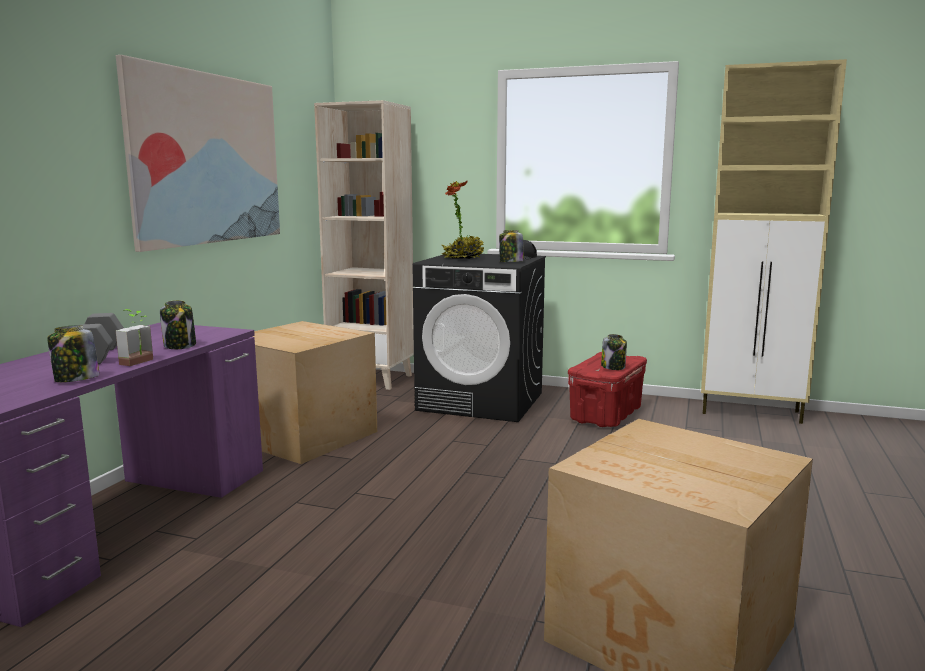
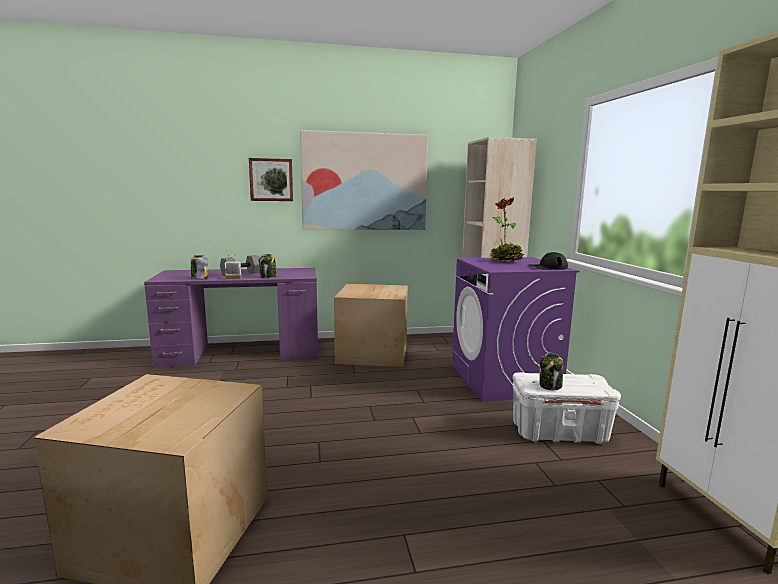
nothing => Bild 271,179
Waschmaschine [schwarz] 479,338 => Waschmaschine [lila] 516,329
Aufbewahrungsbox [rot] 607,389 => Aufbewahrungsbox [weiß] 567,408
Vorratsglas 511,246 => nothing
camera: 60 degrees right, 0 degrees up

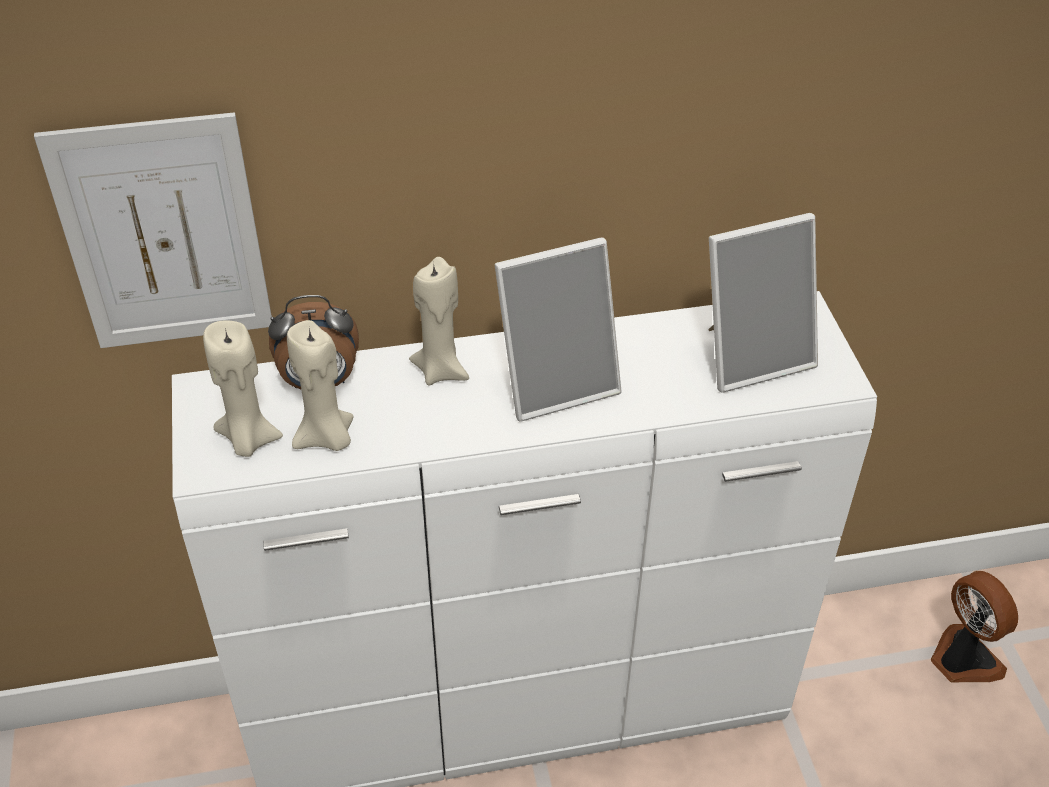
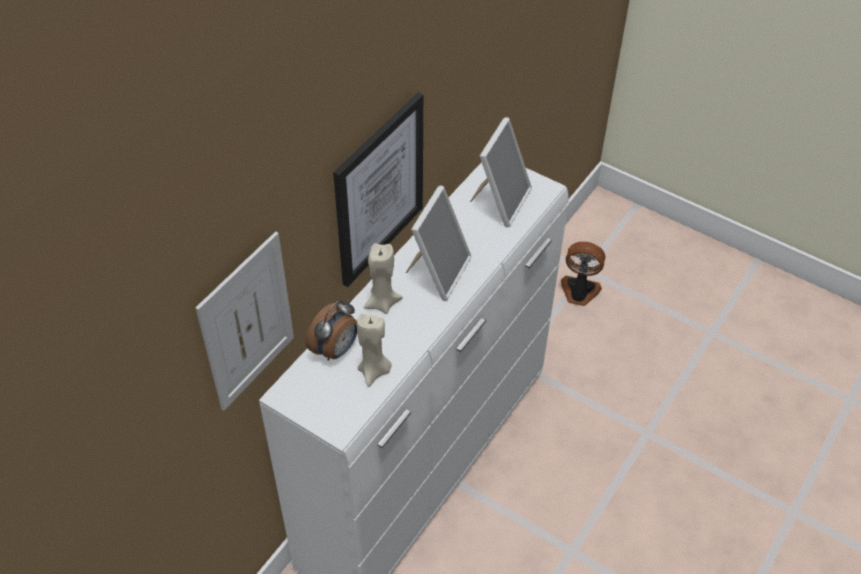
nothing => Bild 378,189
Kerze [beige] 243,388 => nothing
camera: 45 degrees left, 5 degrees up

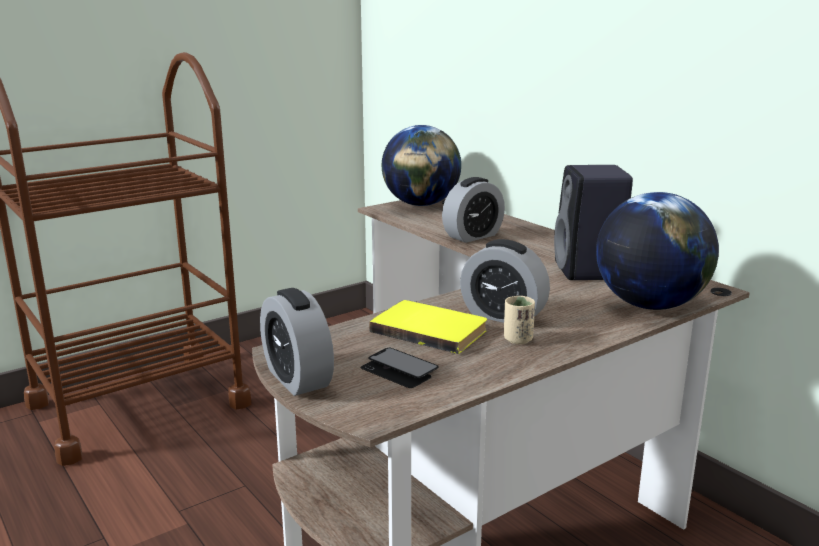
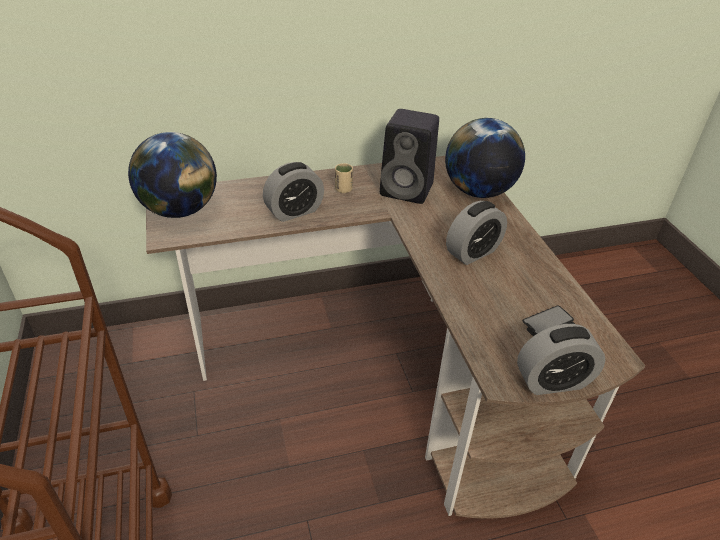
Wecker 473,210 => Wecker 293,192, 75 degrees clockwise
Tasse [beige] 519,320 => Tasse [beige] 344,178, relocated
Buch [gelb] 428,327 => nothing
camera: 70 degrees left, 20 degrees up

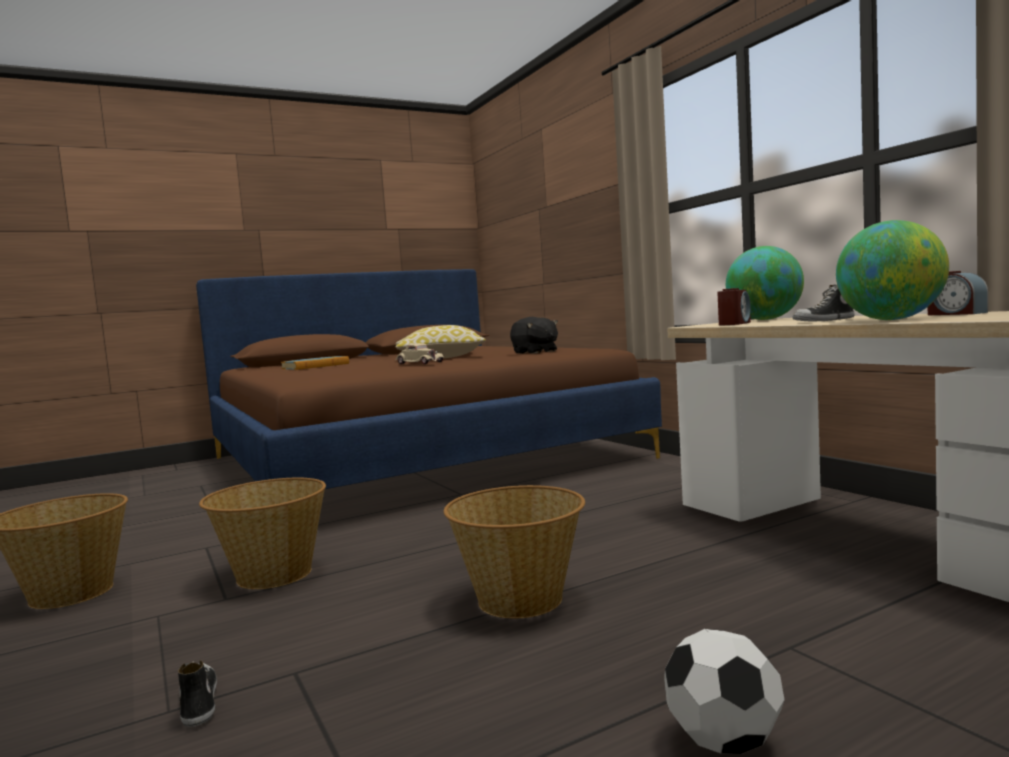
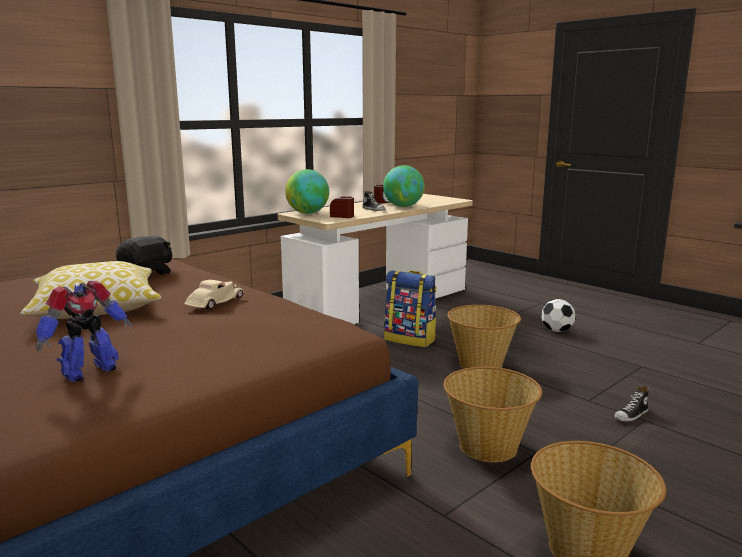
Buch 315,363 => Spielzeugroboter 84,331
nothing => Rucksack 410,308
camera: 105 degrees left, 10 degrees up

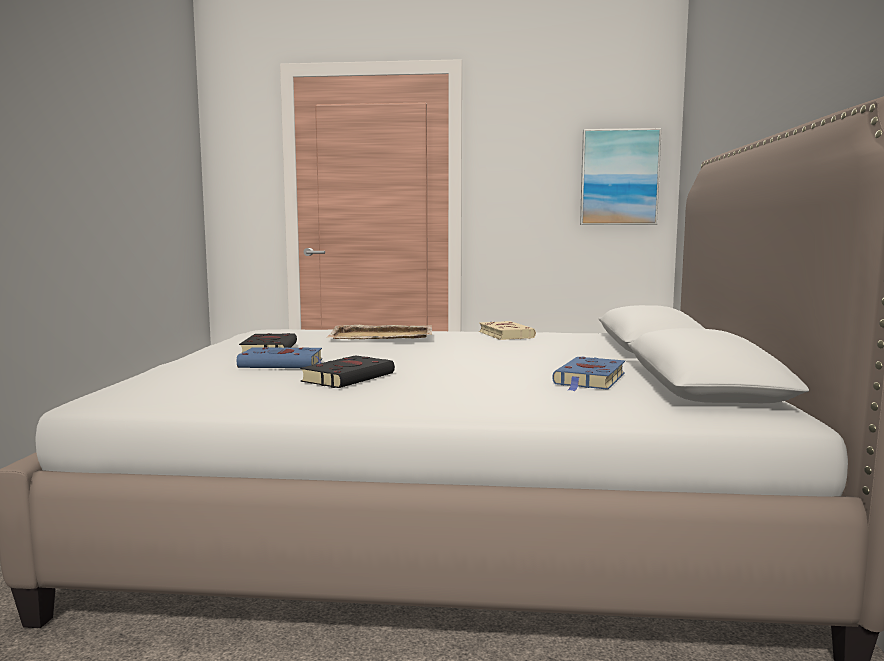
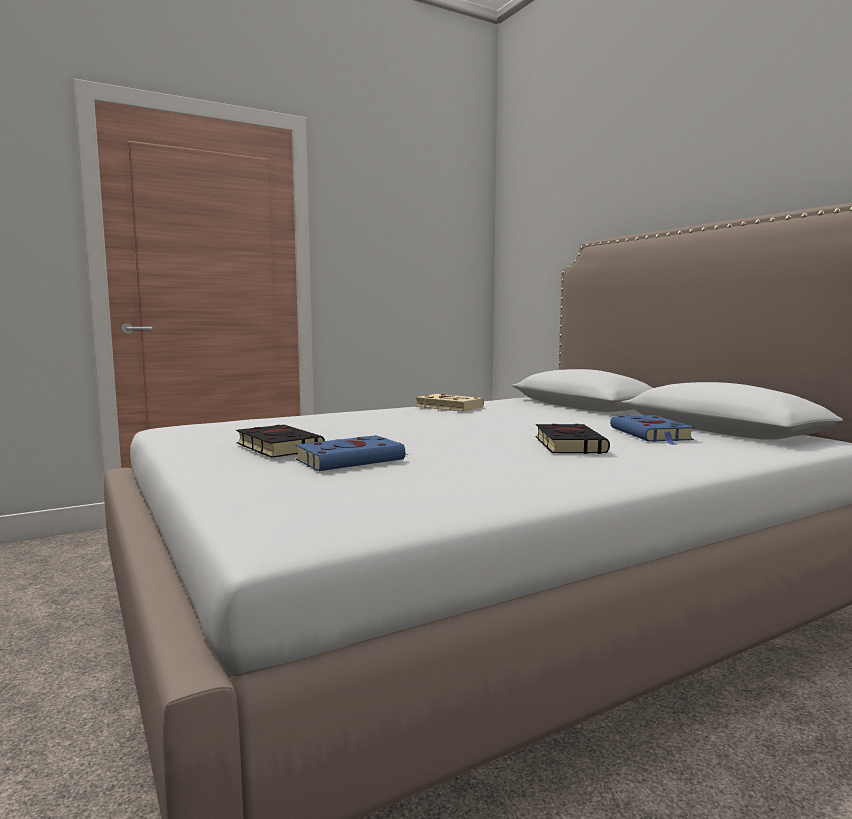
Buch [schwarz] 347,371 => Buch [schwarz] 572,439, relocated
Tablett [beige] 379,332 => nothing
Bild 621,176 => nothing
camera: 35 degrees left, 0 degrees up

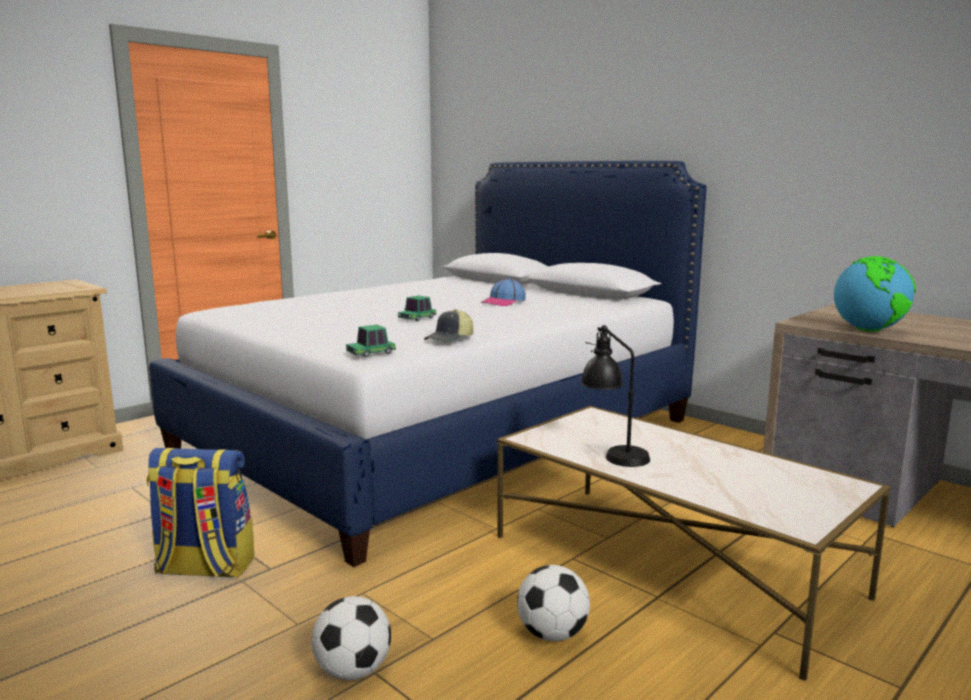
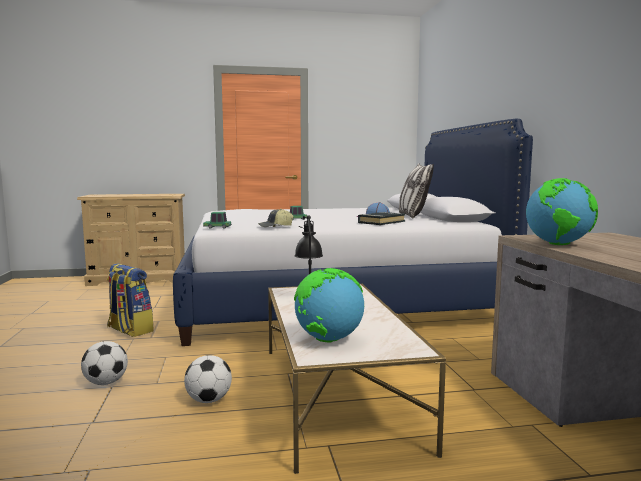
nothing => Globus 329,305
nothing => Buch [schwarz] 381,218
nothing => Kissen 416,191
camera: 35 degrees right, 5 degrees down

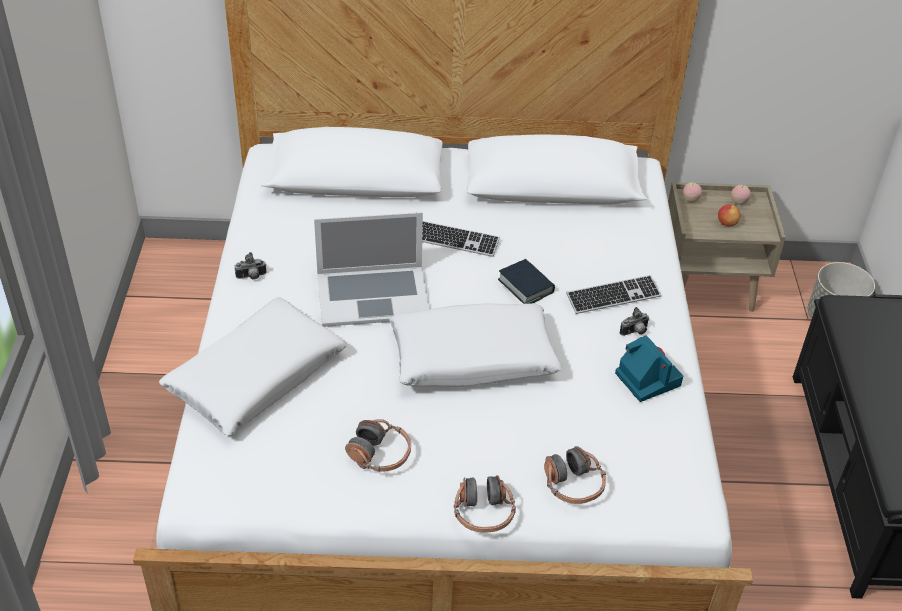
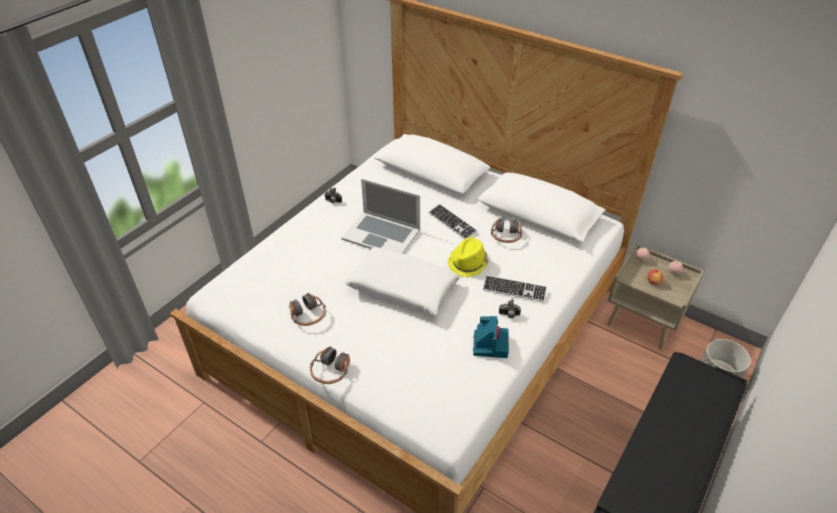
Buch 526,281 => Hut [gelb] 468,257
Kopfhörer 575,475 => Kopfhörer 506,230, relocated
Kissen [weiß] 252,366 => nothing
camera: 35 degrees right, 0 degrees up

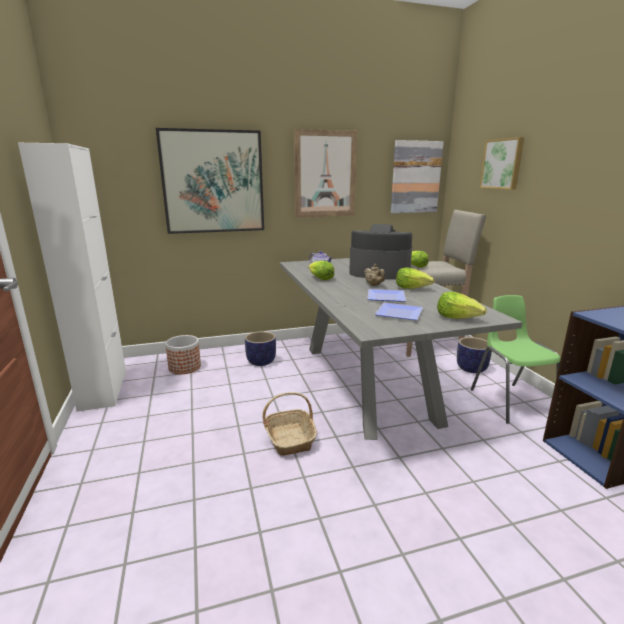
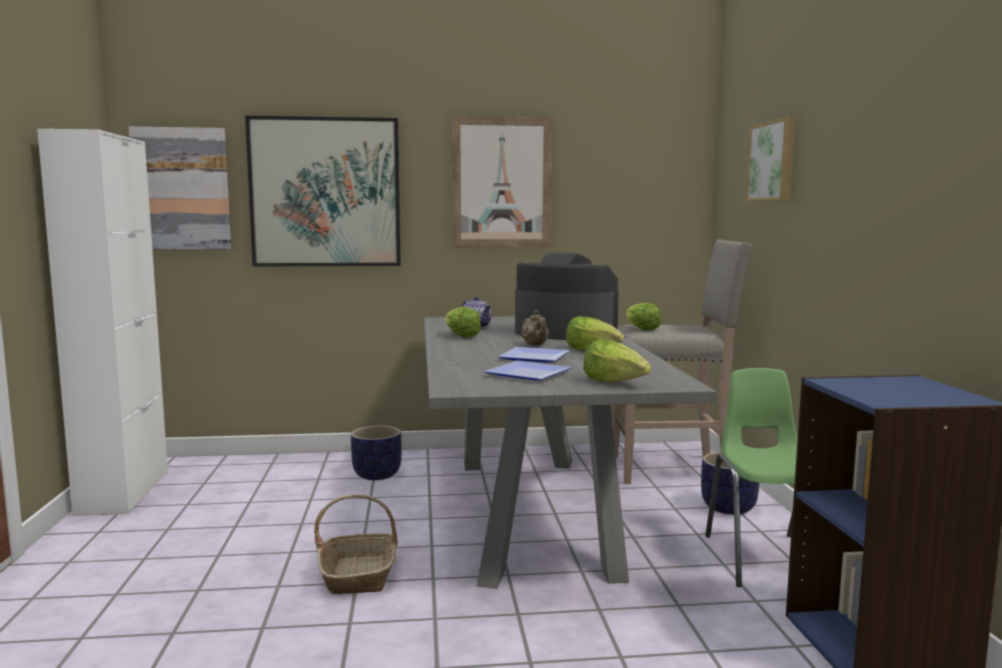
Bild 417,176 => Bild 179,188, relocated
Pflanzkübel 183,354 => nothing
camera: 10 degrees right, 10 degrees down

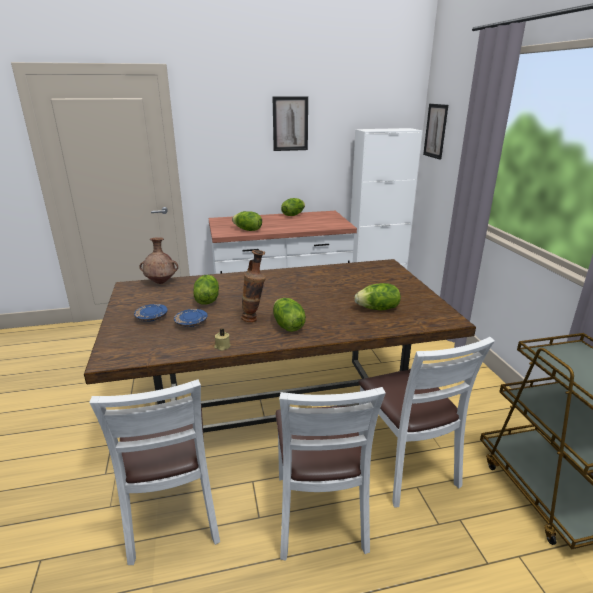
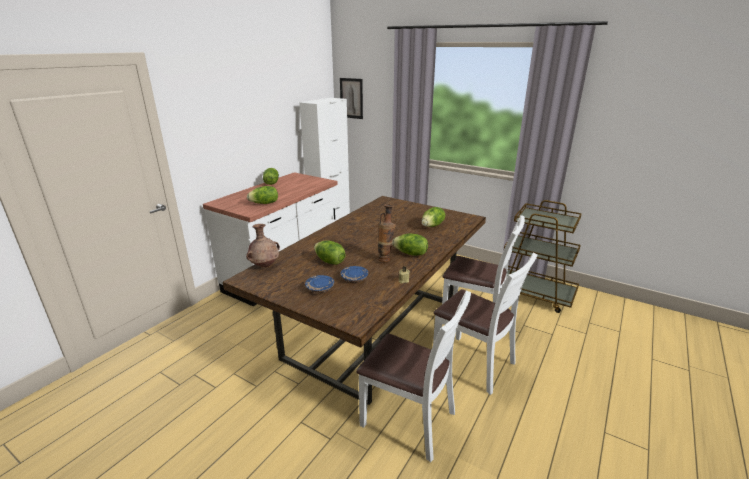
Bild 290,123 => nothing
camera: 45 degrees left, 0 degrees up

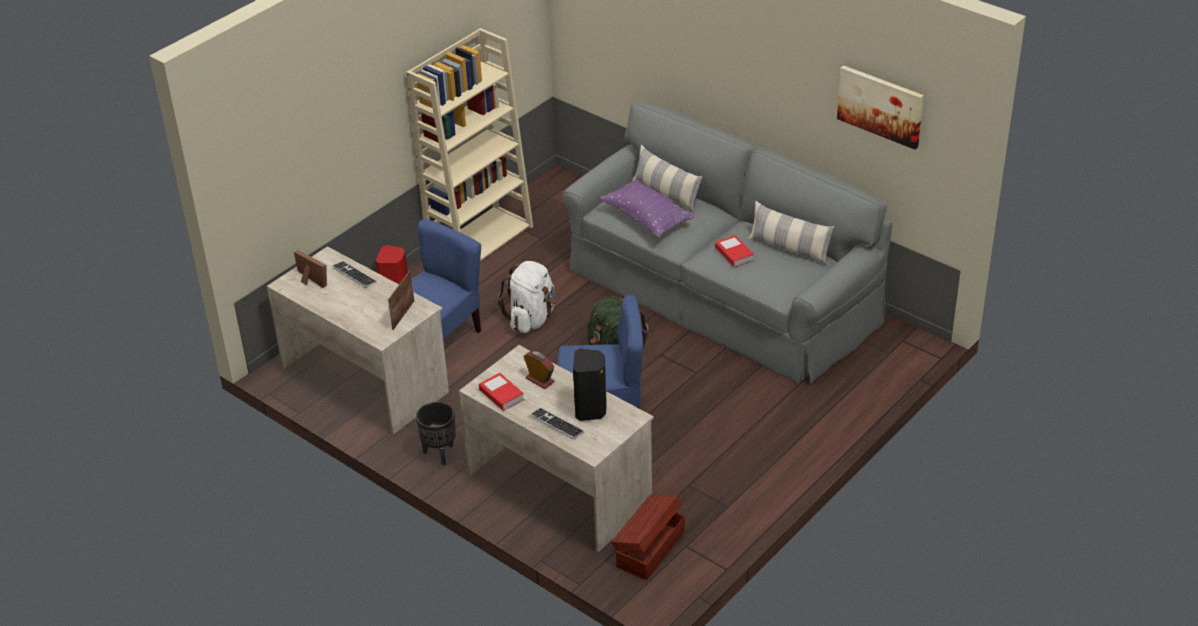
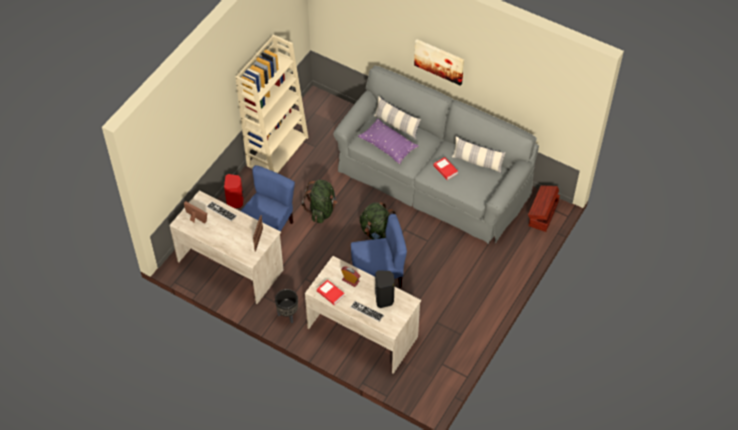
Rucksack [weiß] 526,297 => Rucksack [grün] 319,201
Bild 880,107 => Bild 439,62, relocated
Aufbewahrungsbox [braun] 648,537 => Aufbewahrungsbox [braun] 544,208, relocated
camera: 10 degrees left, 15 degrees up

